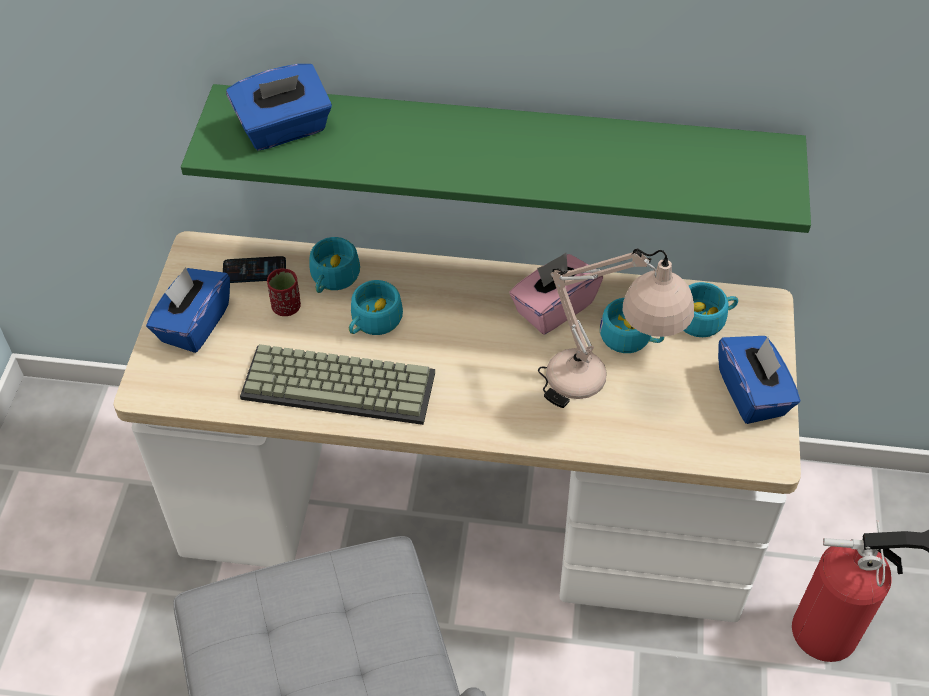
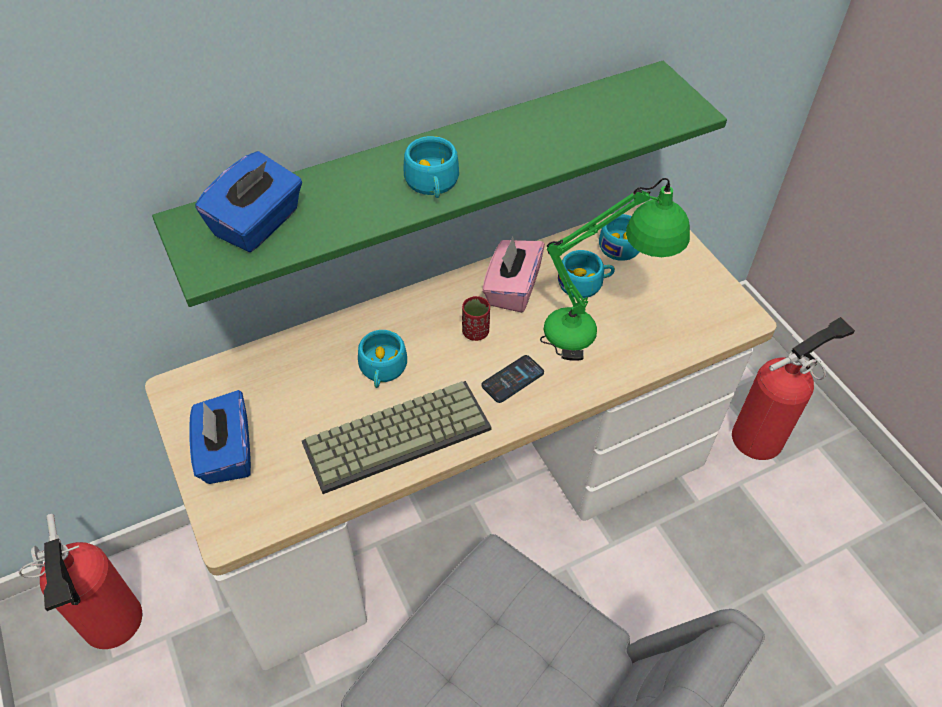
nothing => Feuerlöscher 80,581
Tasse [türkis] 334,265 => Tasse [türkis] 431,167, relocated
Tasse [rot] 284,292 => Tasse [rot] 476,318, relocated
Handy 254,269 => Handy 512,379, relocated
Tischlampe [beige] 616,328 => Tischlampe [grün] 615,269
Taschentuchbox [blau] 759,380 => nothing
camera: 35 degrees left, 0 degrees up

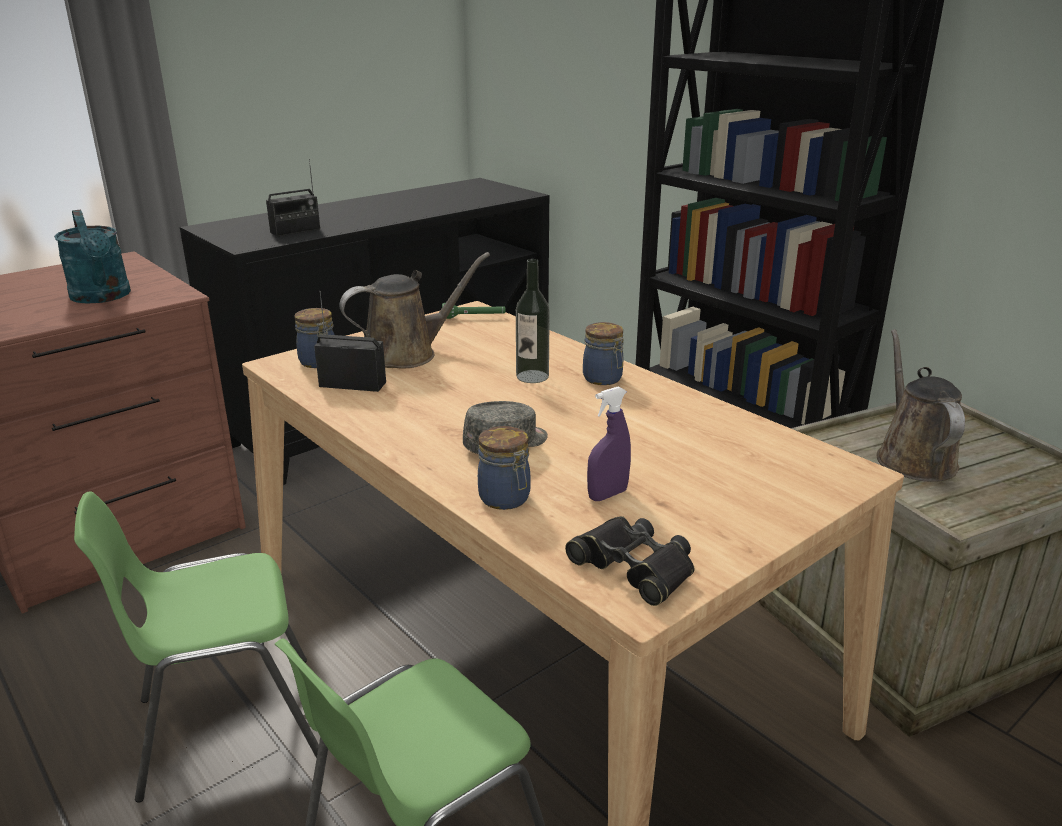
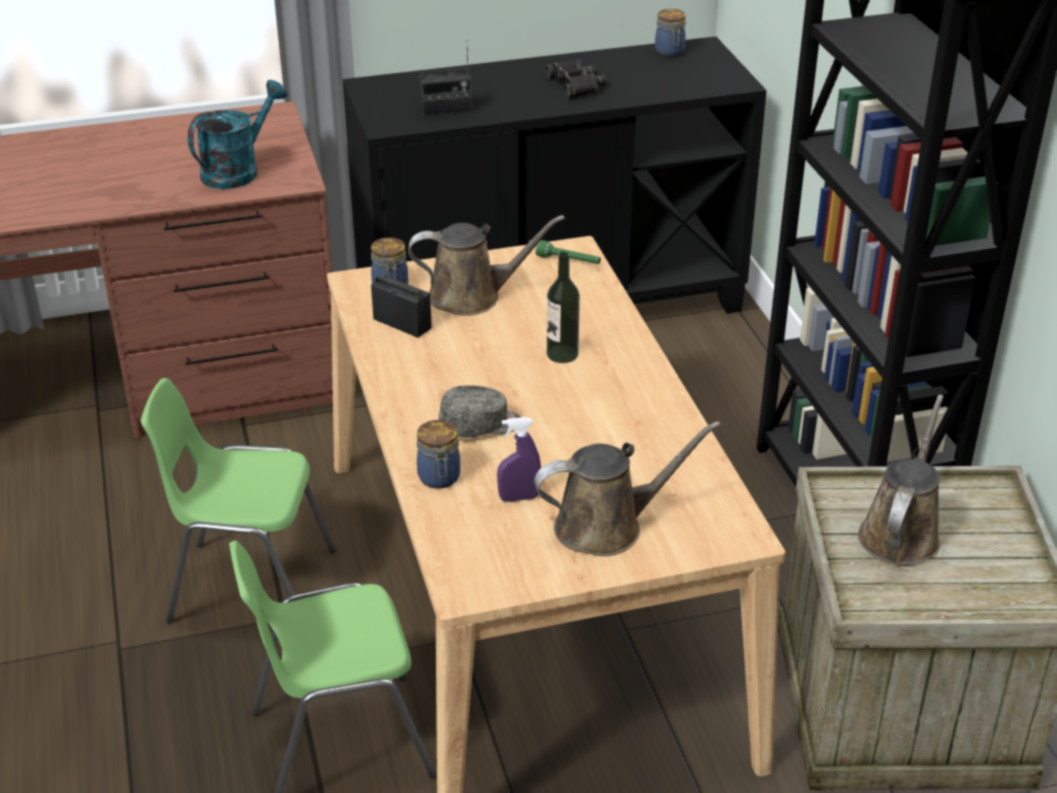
Gießkanne [türkis] 92,257 => Gießkanne [türkis] 237,134, 135 degrees counterclockwise
nothing => Gießkanne [braun] 627,488
Fernglas [schwarz] 630,561 => Fernglas [schwarz] 576,79, relocated
Vorratsglas 603,353 => Vorratsglas 670,33, relocated
camera: 25 degrees right, 10 degrees up

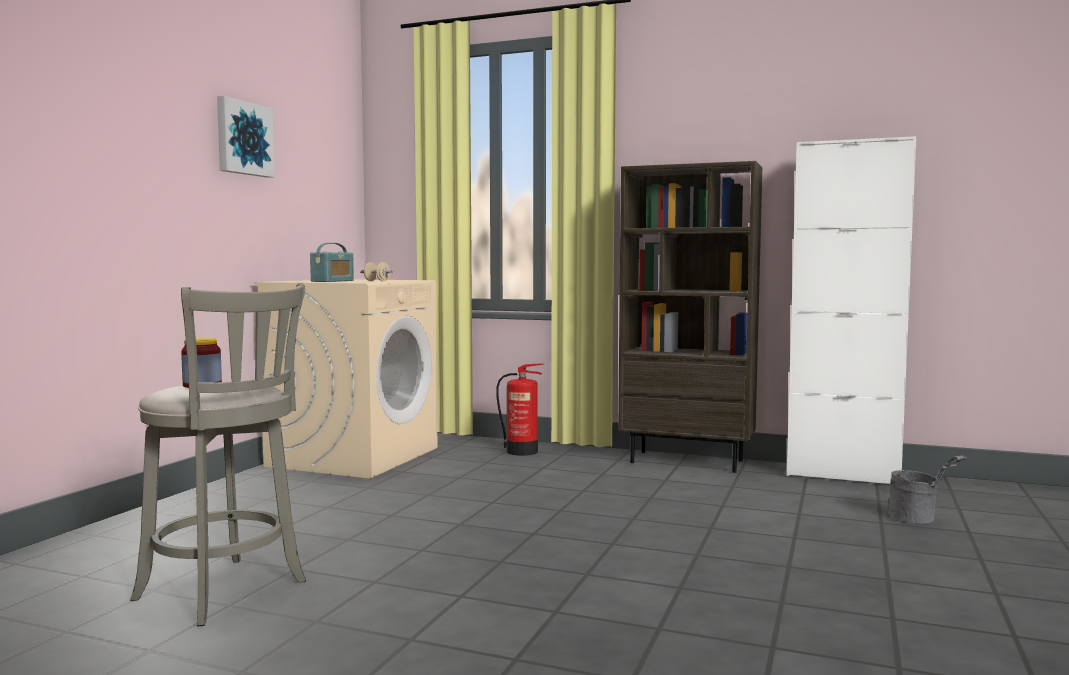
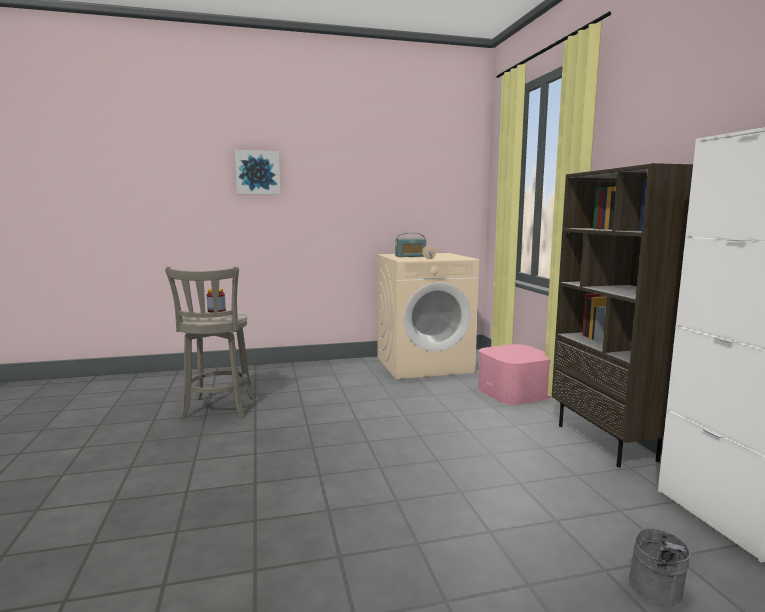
Bild 246,137 => Bild 258,172, relocated
Feuerlöscher 520,409 => Aufbewahrungsbox [rosa] 515,374
camera: 55 degrees right, 5 degrees up

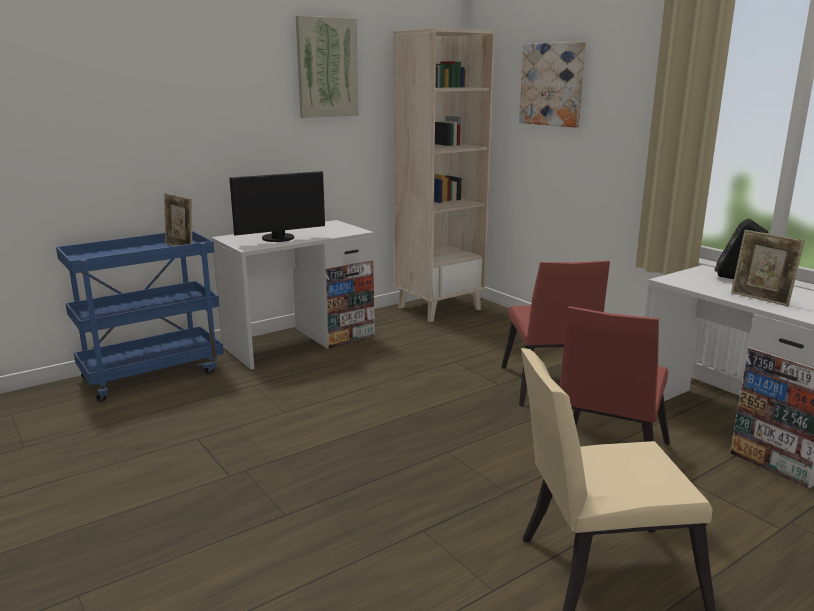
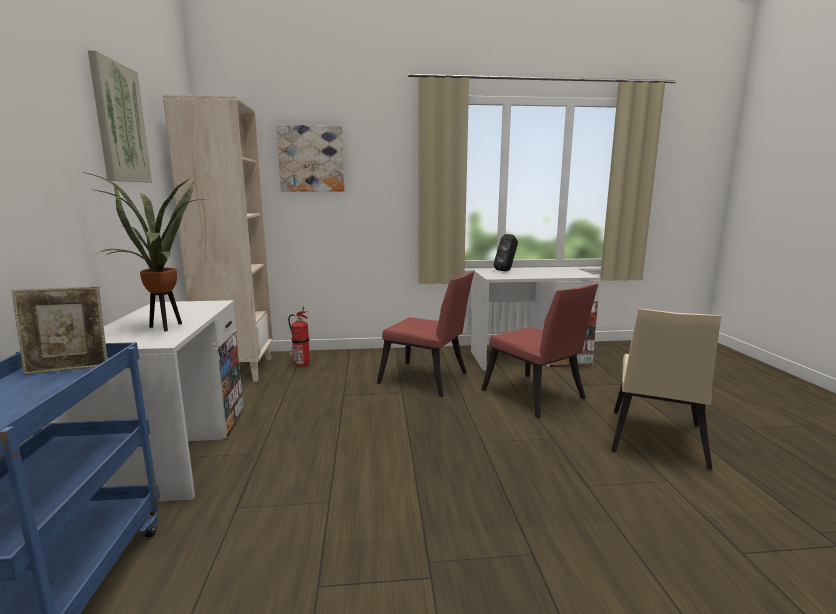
Monitor 277,206 => Topfpflanze 143,252
nothing => Feuerlöscher 299,337
Bilderrahmen 768,268 => nothing
camera: 60 degrees left, 5 degrees down

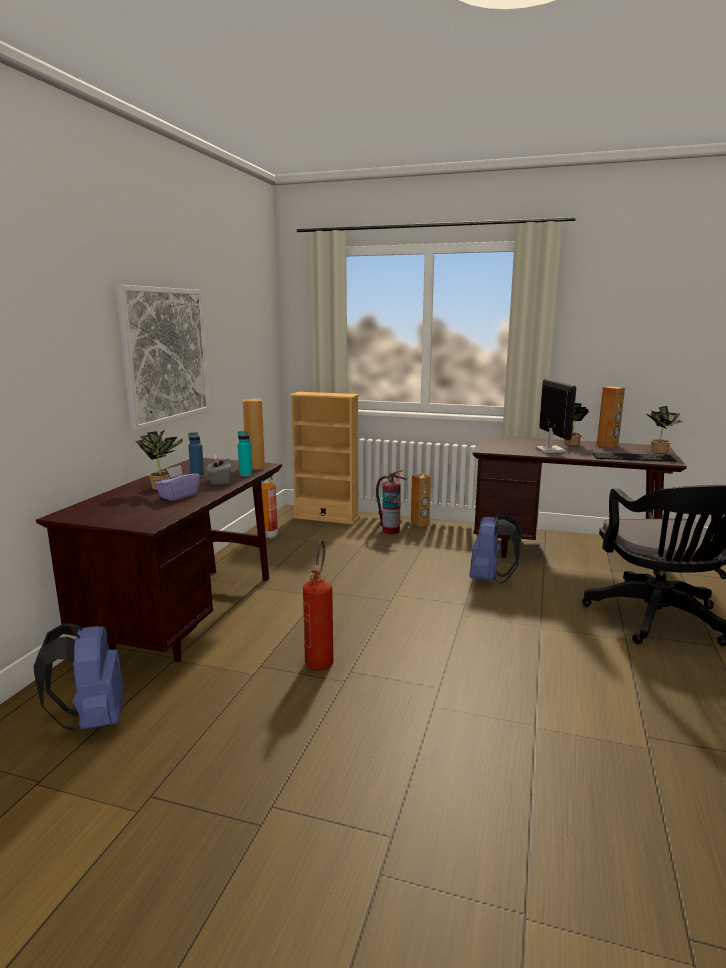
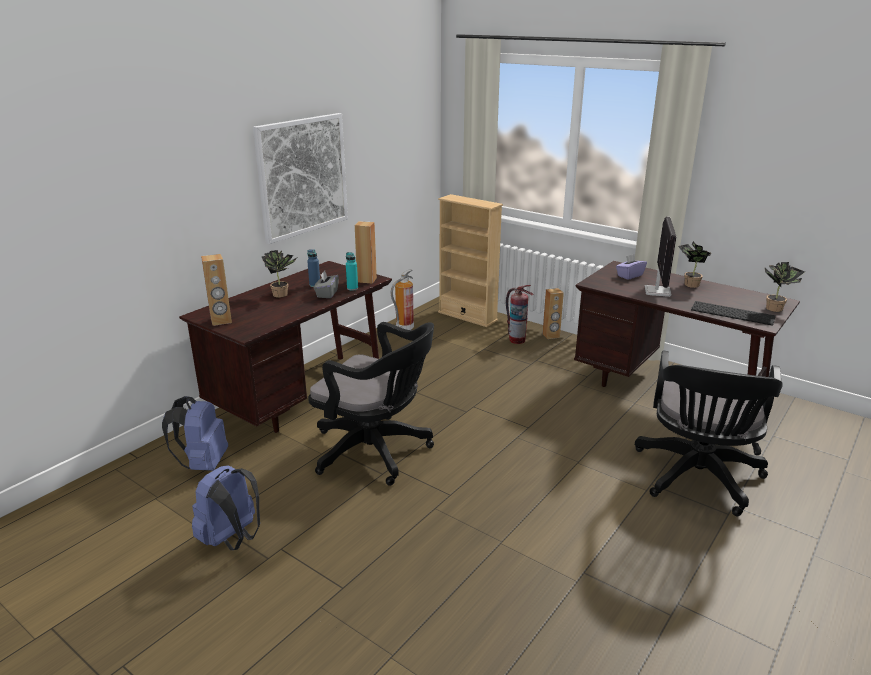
Rucksack [blau] 496,548 => Rucksack [blau] 226,507, relocated
Lautsprecher [braun] 611,417 => Lautsprecher [braun] 216,290, relocated
Feuerlöscher 318,605 => Bürostuhl [schwarz] 371,404
Taschentuchbox [lila] 177,483 => Taschentuchbox [lila] 631,267, relocated
camera: 20 degrees right, 10 degrees up

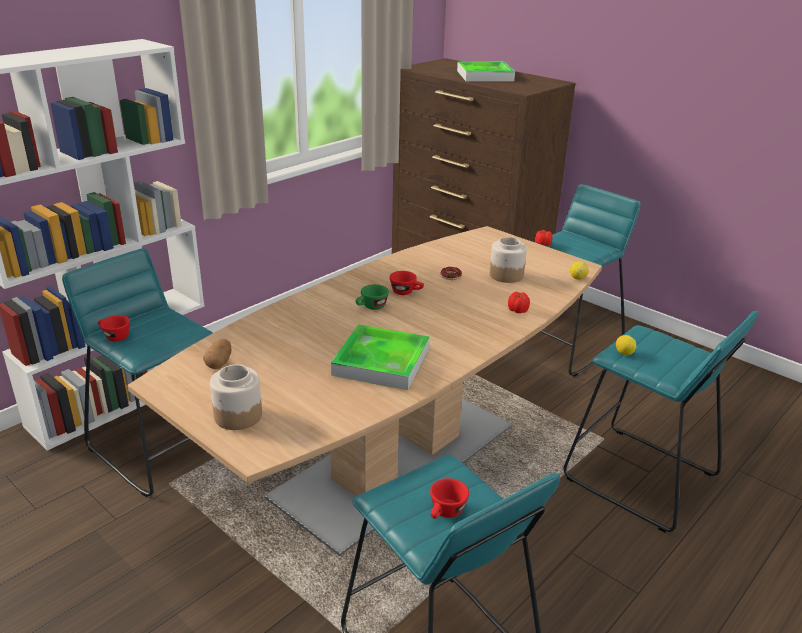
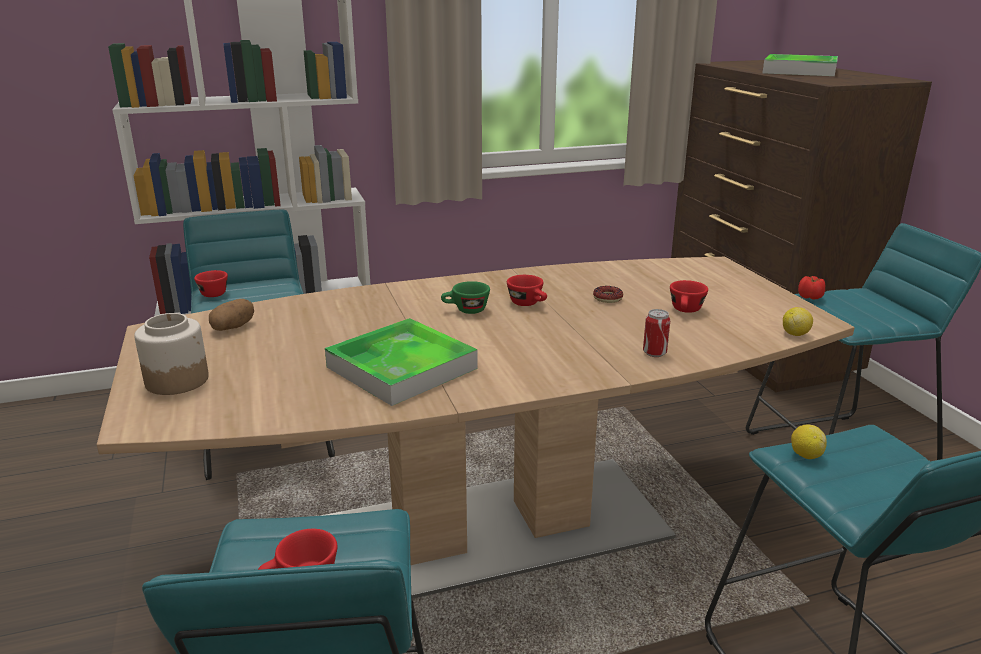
Tomate 519,302 => Dose 656,333
Vorratsglas 508,260 => Tasse [rot] 689,296
camera: 30 degrees right, 5 degrees down

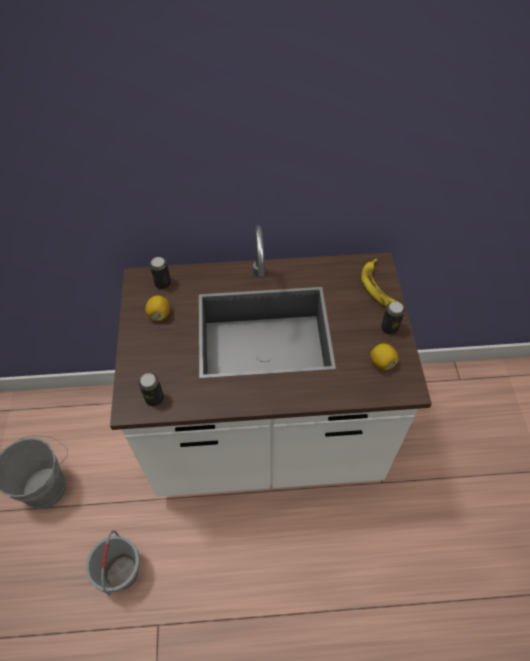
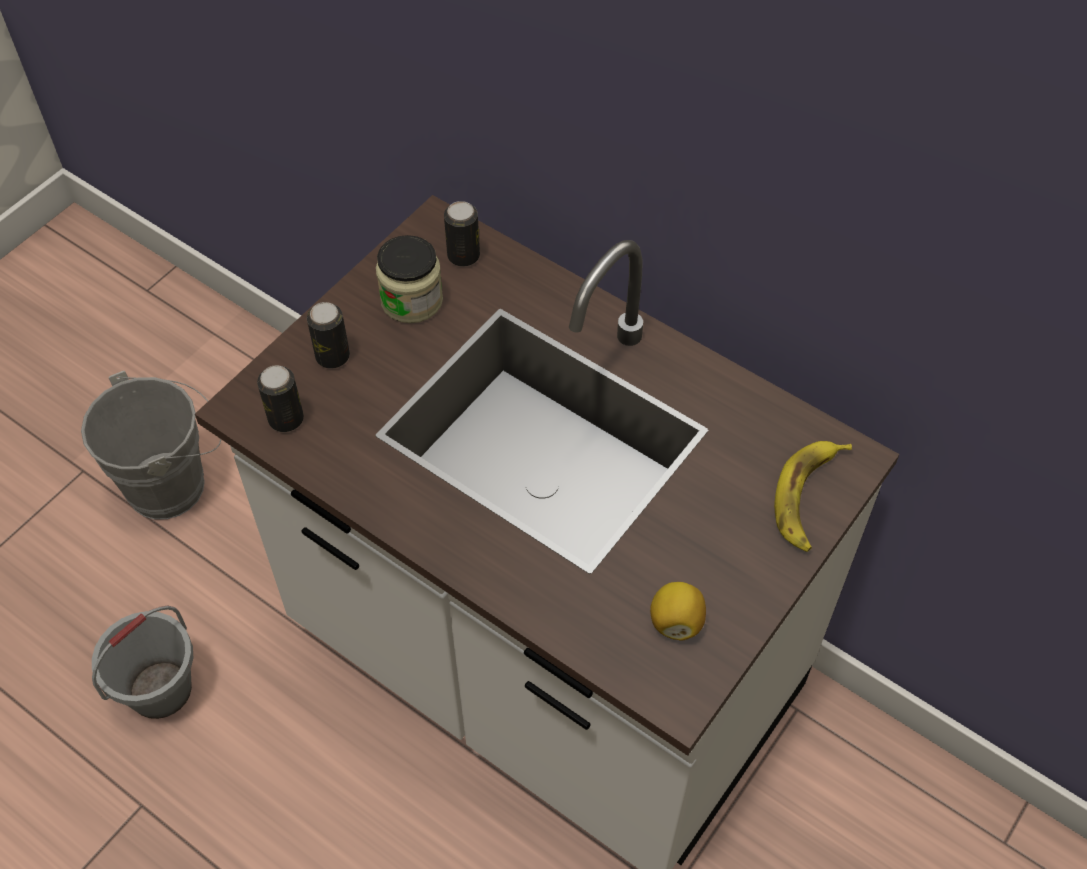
Dose 393,318 => Dose 328,335, relocated
Zitrone 157,308 => Vorratsglas 409,279
camera: 40 degrees right, 0 degrees up

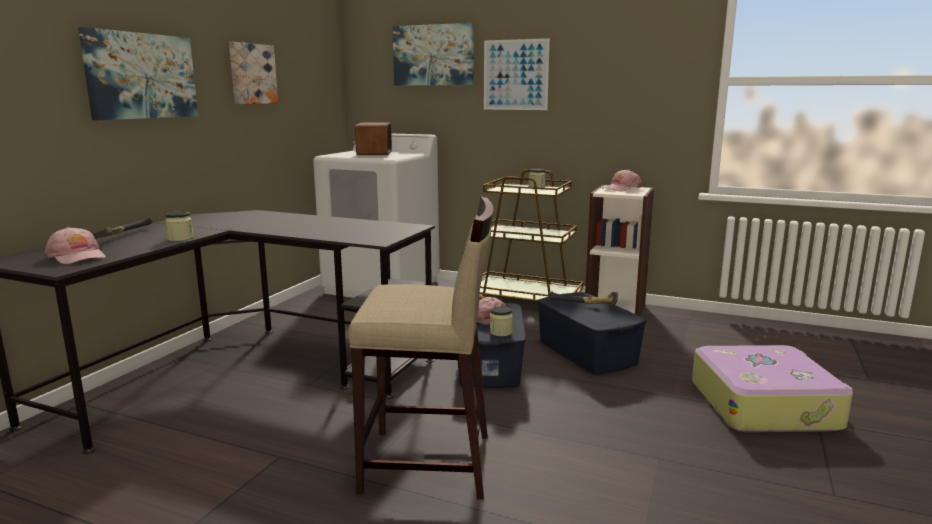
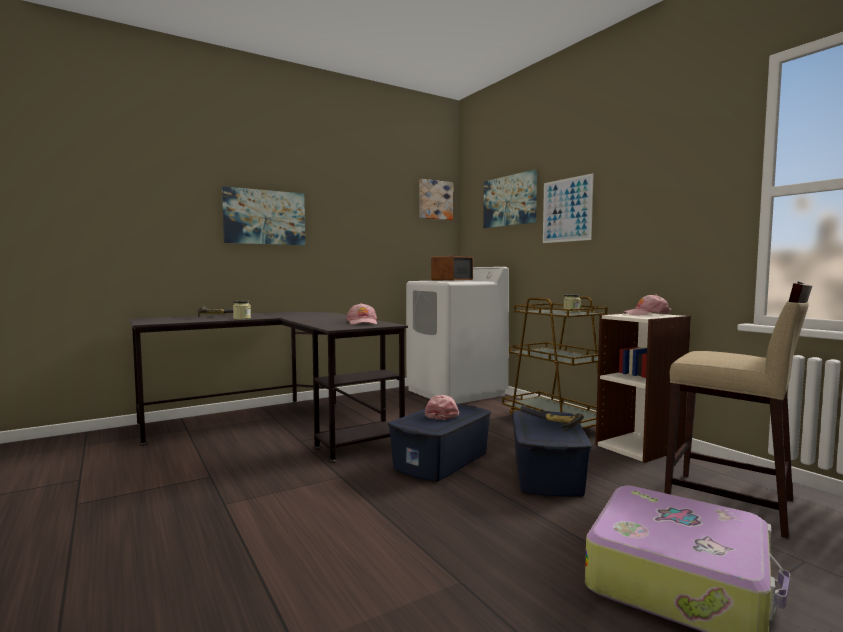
Kappe [rosa] 75,245 => Kappe [rosa] 361,314, relocated
Bild 253,73 => Bild 436,199, relocated
Hocker [beige] 421,348 => Hocker [beige] 738,410, relocated
Vorratsglas 501,321 => nothing
camera: 35 degrees right, 10 degrees down

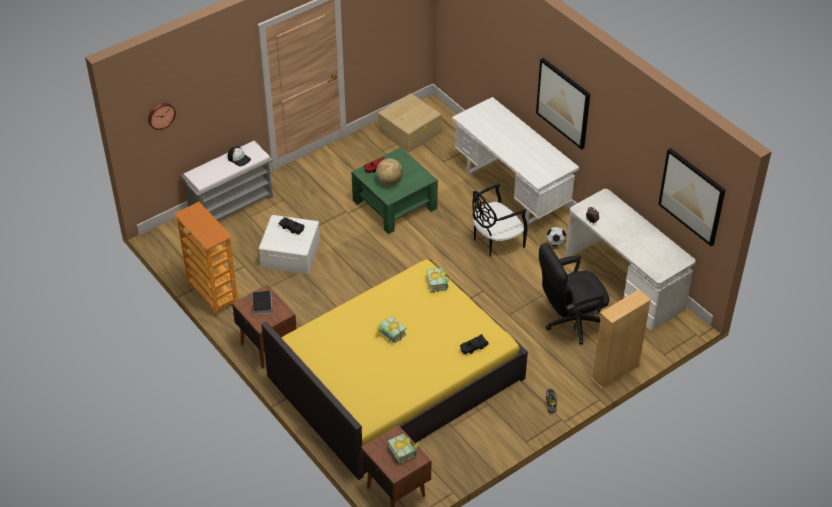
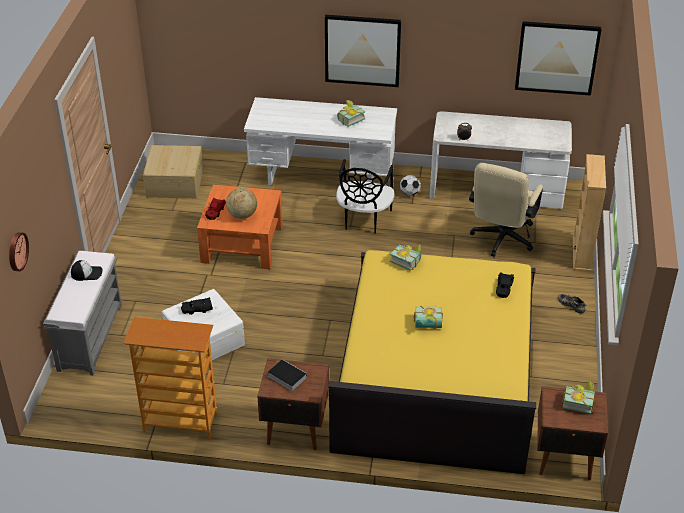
Couchtisch [grün] 394,190 => Couchtisch [orange] 240,227
nothing => Buch 351,113
Bürostuhl [schwarz] 574,293 => Bürostuhl [beige] 506,210
camera: 45 degrees left, 5 degrees down

